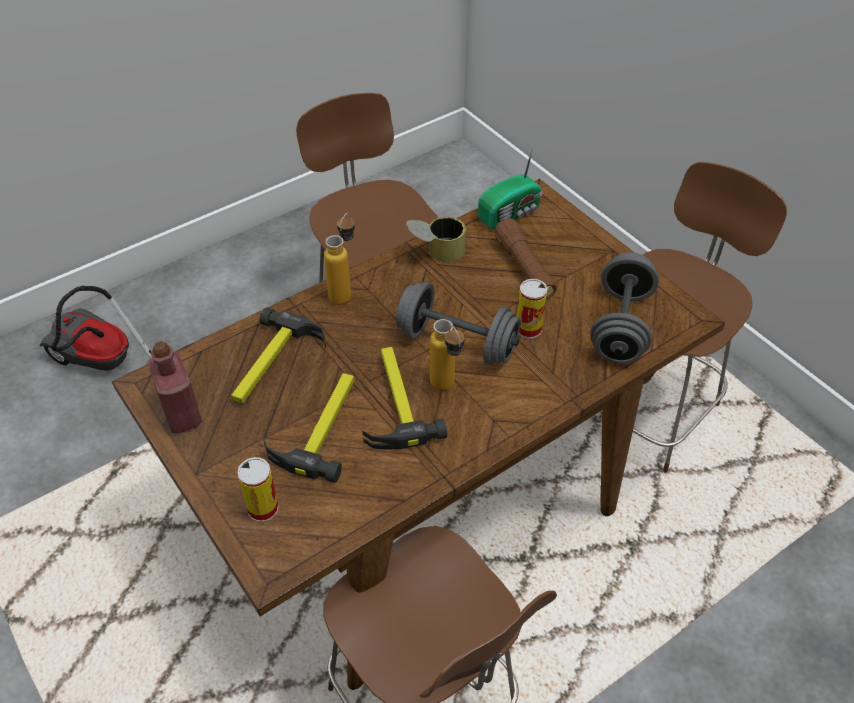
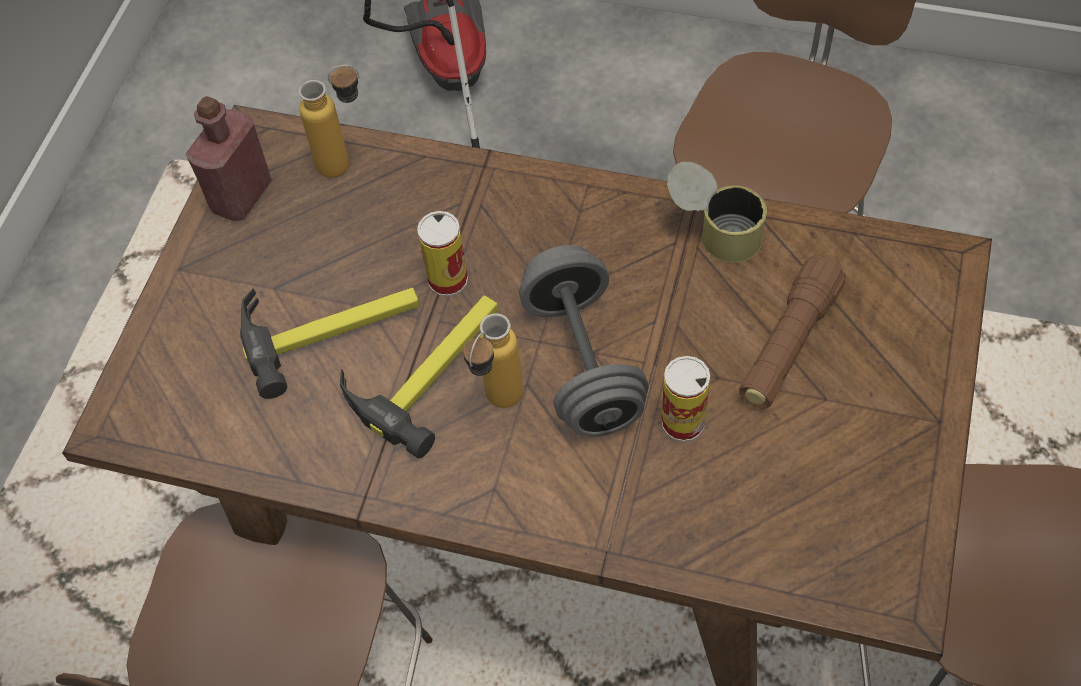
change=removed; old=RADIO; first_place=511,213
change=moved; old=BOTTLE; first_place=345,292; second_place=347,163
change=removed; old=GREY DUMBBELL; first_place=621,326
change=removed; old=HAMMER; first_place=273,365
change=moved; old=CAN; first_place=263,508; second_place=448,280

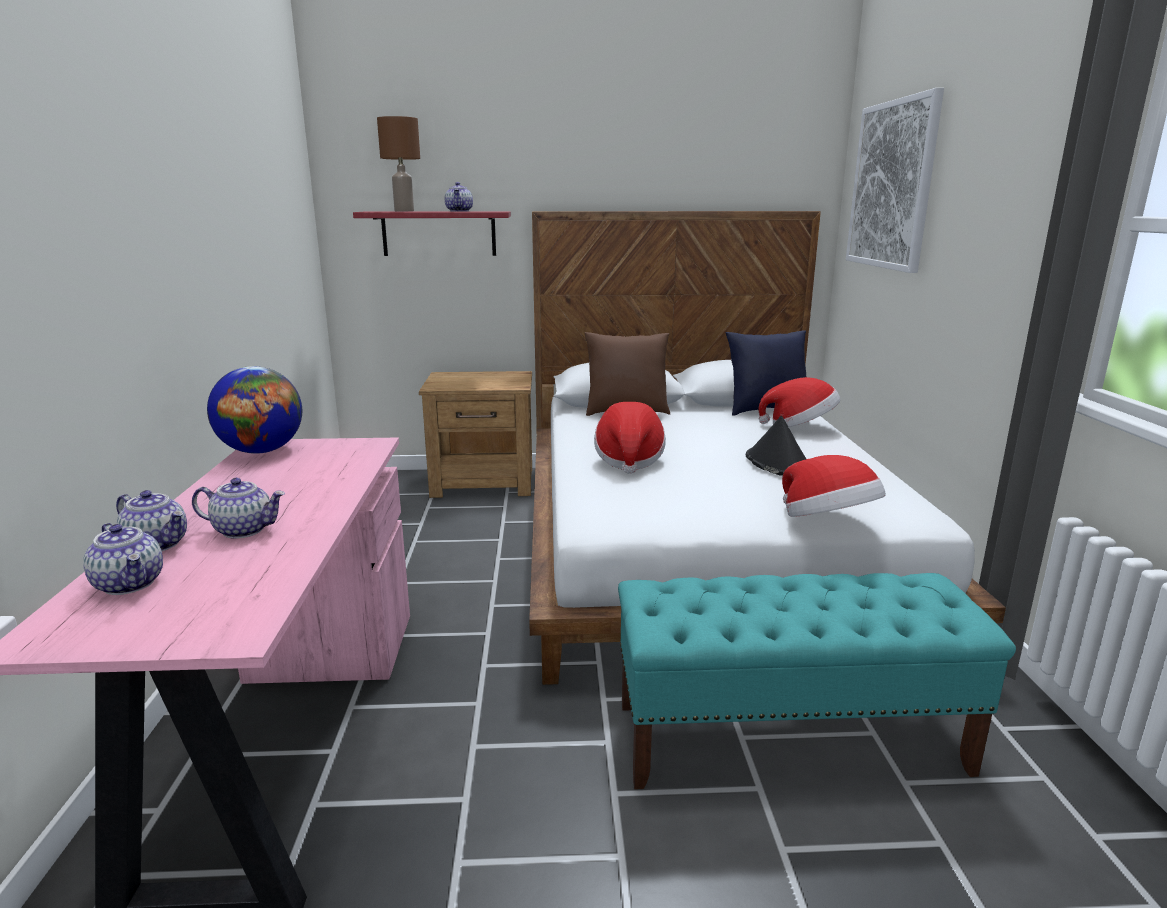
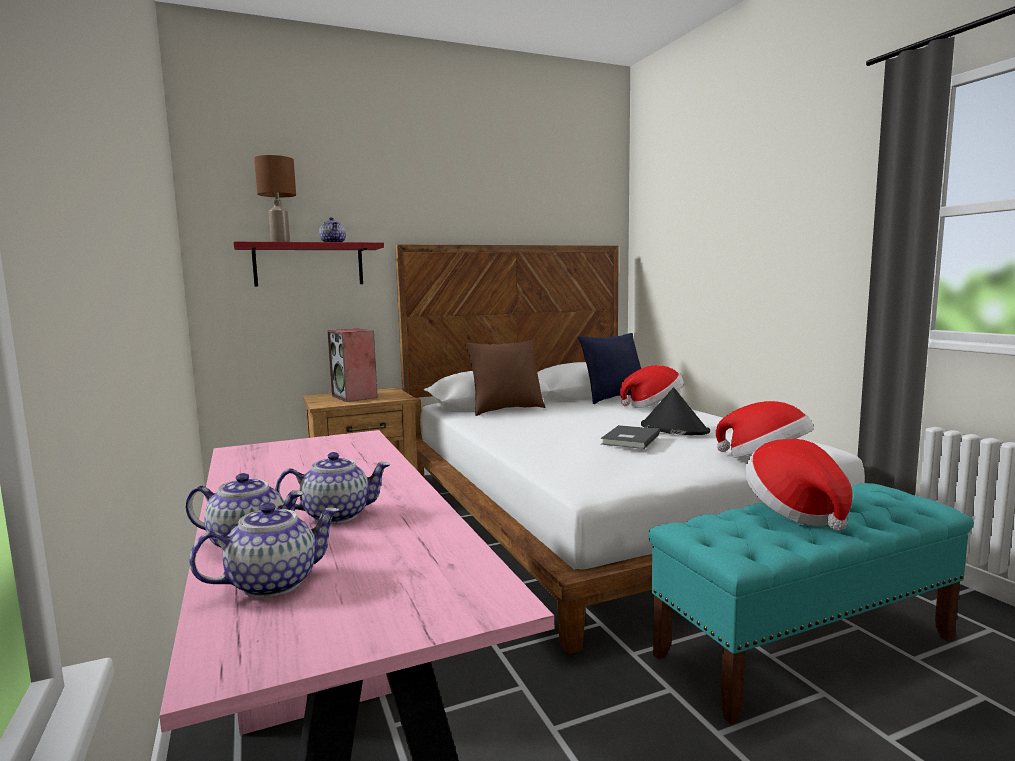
change=removed; old=PICTURE; first_place=892,185
change=removed; old=GLOBE; first_place=262,451
change=moved; old=HAT; first_place=629,459; second_place=795,512
change=turned; old=TEAPOT; first_place=130,584; second_place=273,583; degrees=-60
change=added; new=SPEAKER; second_place=355,397
change=added; new=GREY BOOK; second_place=628,439

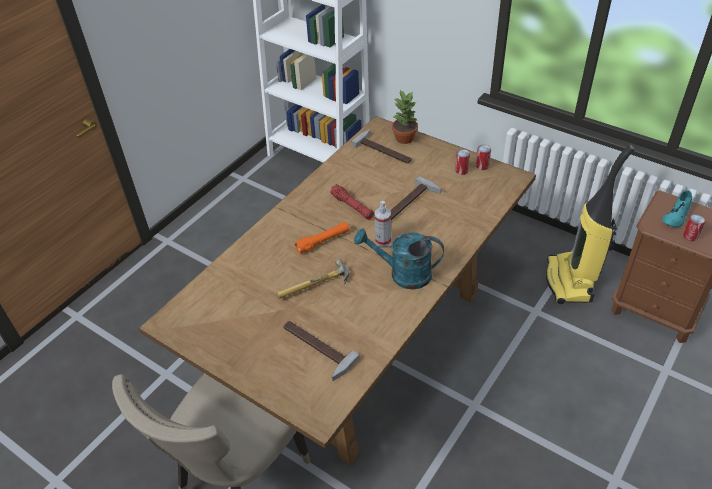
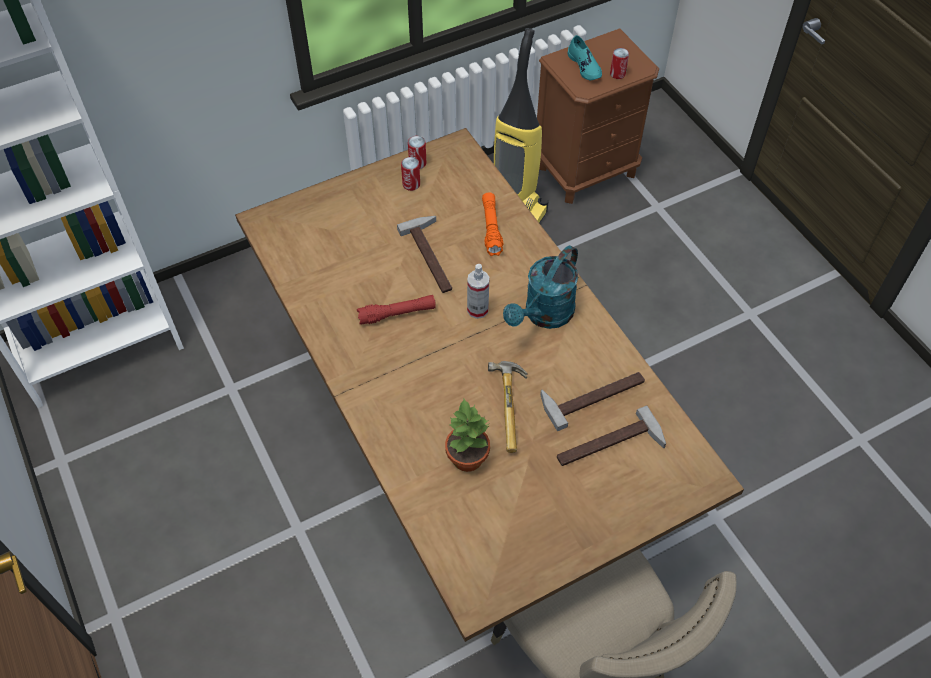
change=moved; old=POTTED PLANT; first_place=405,138; second_place=466,457
change=moved; old=HAMMER; first_place=385,149; second_place=593,394
change=moved; old=ORANGE FLASHLIGHT; first_place=323,241; second_place=491,228

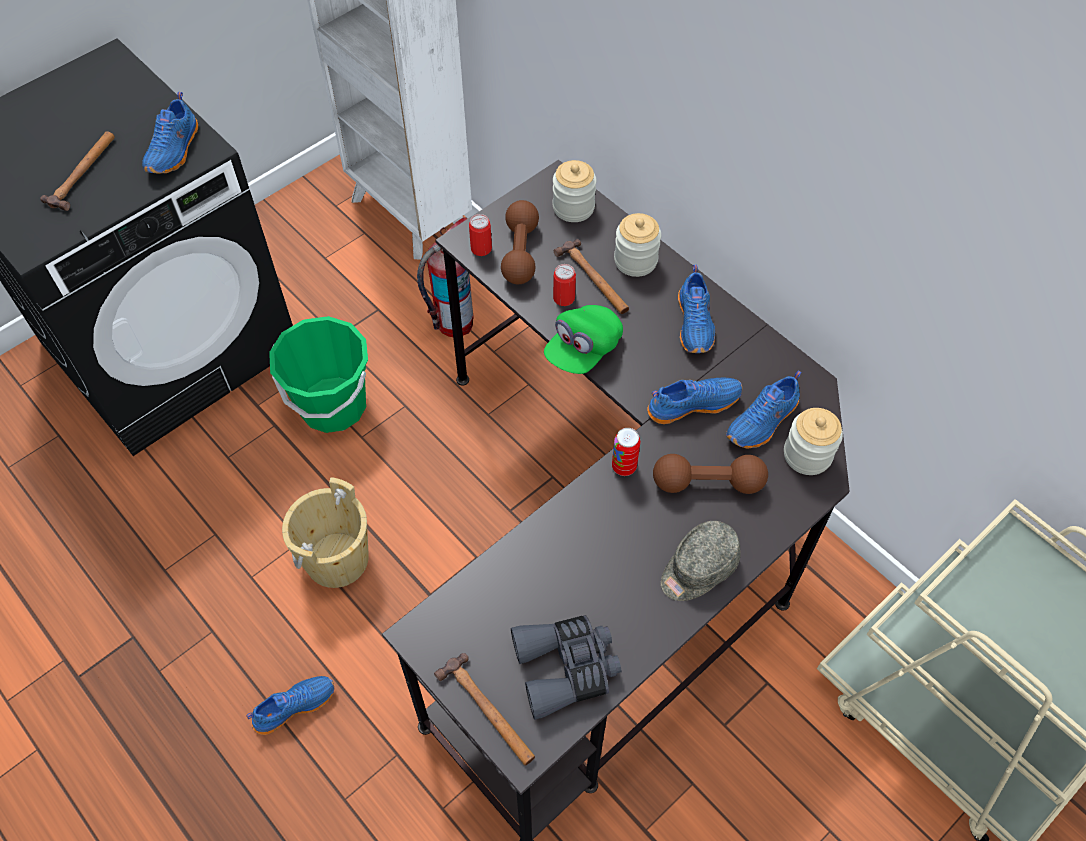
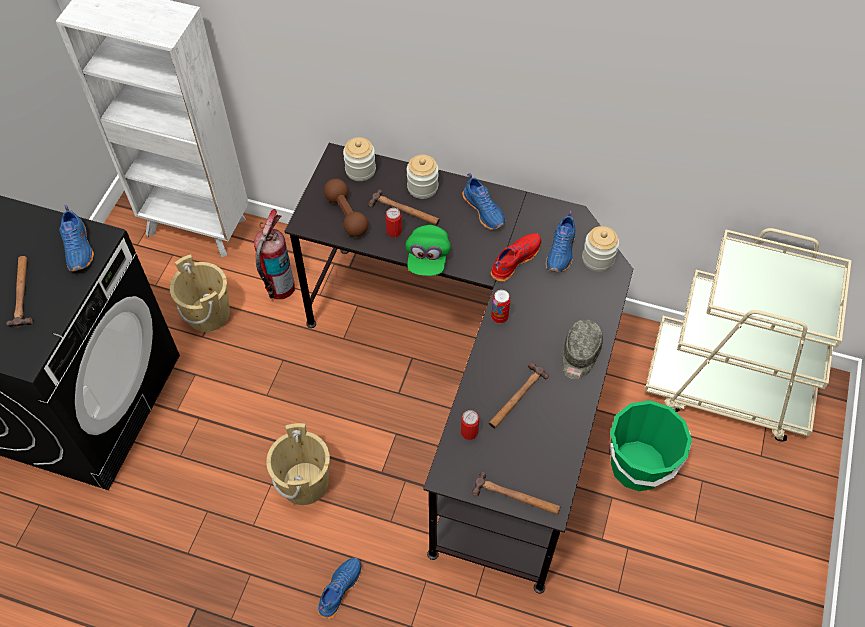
change=moved; old=CAN; first_place=481,248; second_place=469,432
change=moved; old=GREEN BUCKET; first_place=333,405; second_place=638,466
change=recoloured; old=BLUE SHOE; new=RED SHOE; first_place=692,403; second_place=514,260
change=removed; old=BROWN DUMBBELL; first_place=707,483
change=removed; old=GREY BINOCULARS; first_place=566,667
change=added; new=BEIGE BUCKET; second_place=208,313
change=added; new=HAMMER; second_place=516,397

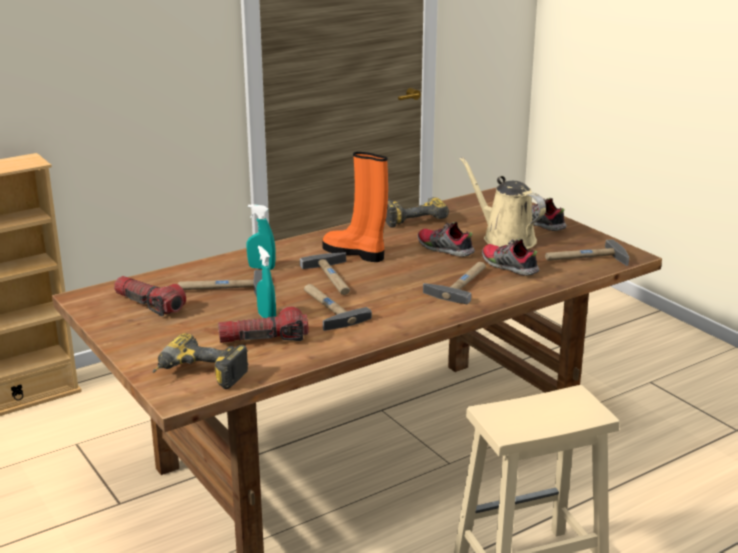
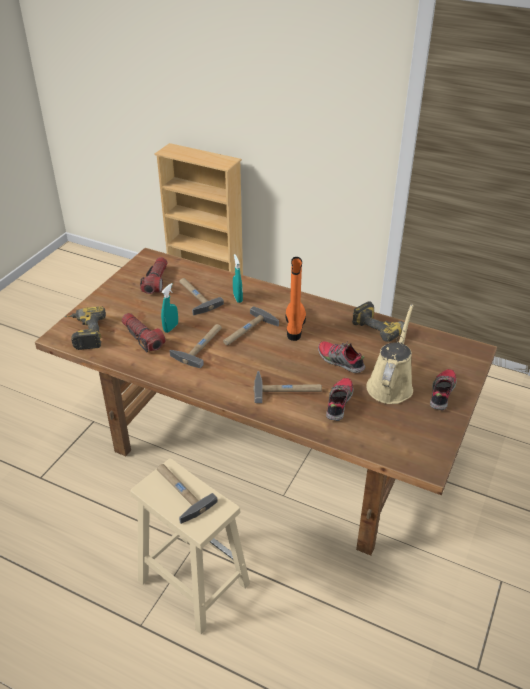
change=turned; old=SHOE; first_place=444,249; second_place=340,361; degrees=-60
change=moved; old=HAMMER; first_place=585,259; second_place=179,492

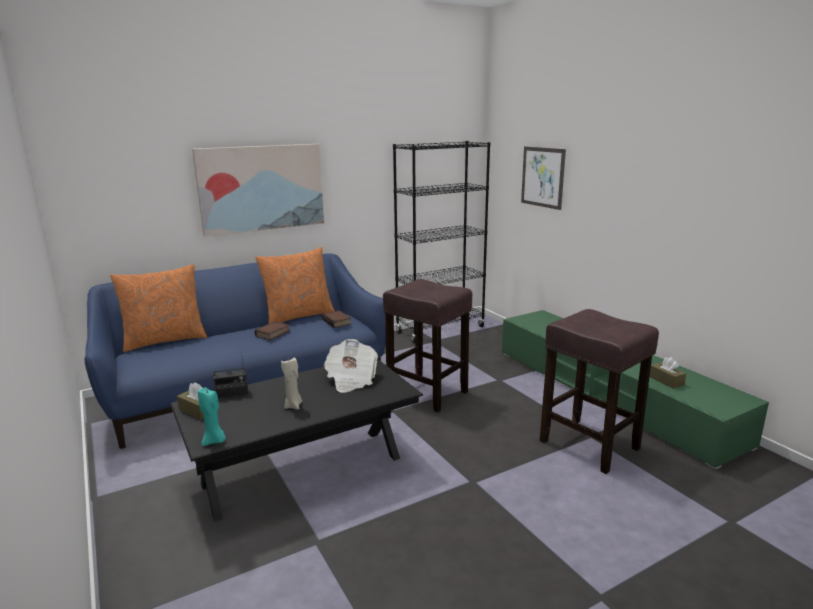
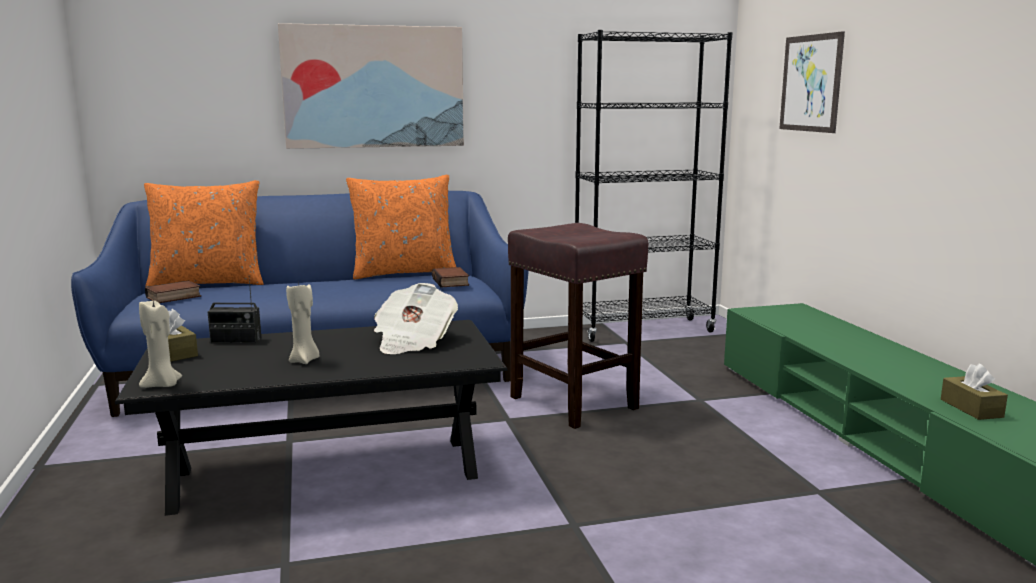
change=removed; old=BROWN STOOL; first_place=590,445
change=moved; old=BOOK; first_place=273,334; second_place=173,297
change=recoloured; old=TURQUOISE CANDLE; new=BEIGE CANDLE; first_place=214,441; second_place=163,385

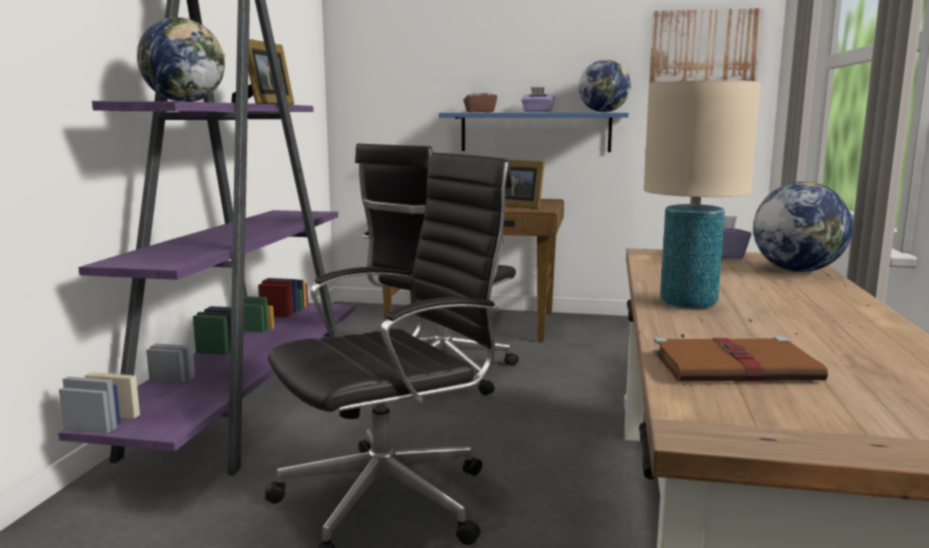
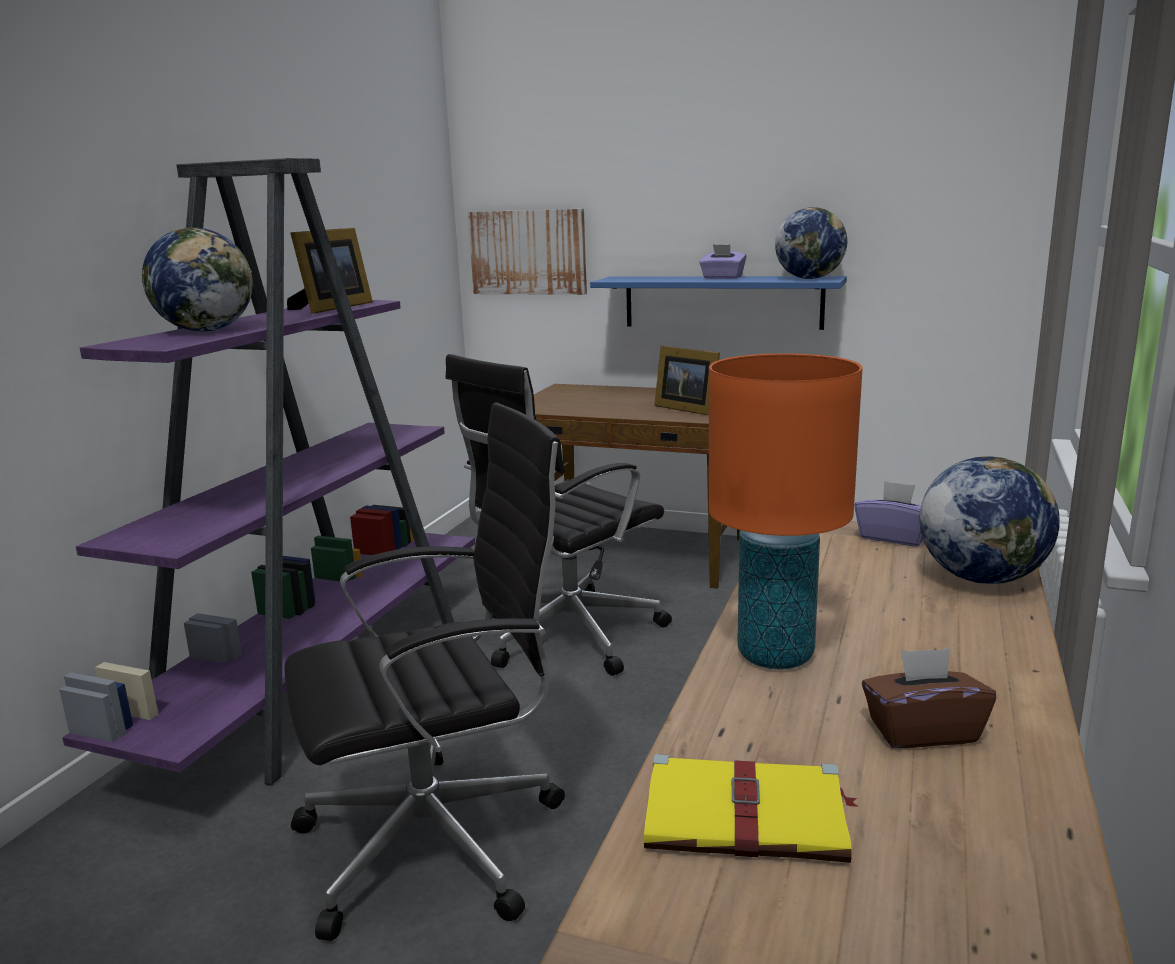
change=moved; old=PICTURE; first_place=704,46; second_place=528,252
change=recoloured; old=BEIGE TABLE LAMP; new=ORANGE TABLE LAMP; first_place=687,303; second_place=774,654
change=moved; old=BROWN TISSUE BOX; first_place=479,112; second_place=922,731
change=recoloured; old=BROWN BOOK; new=YELLOW BOOK; first_place=737,367; second_place=749,816

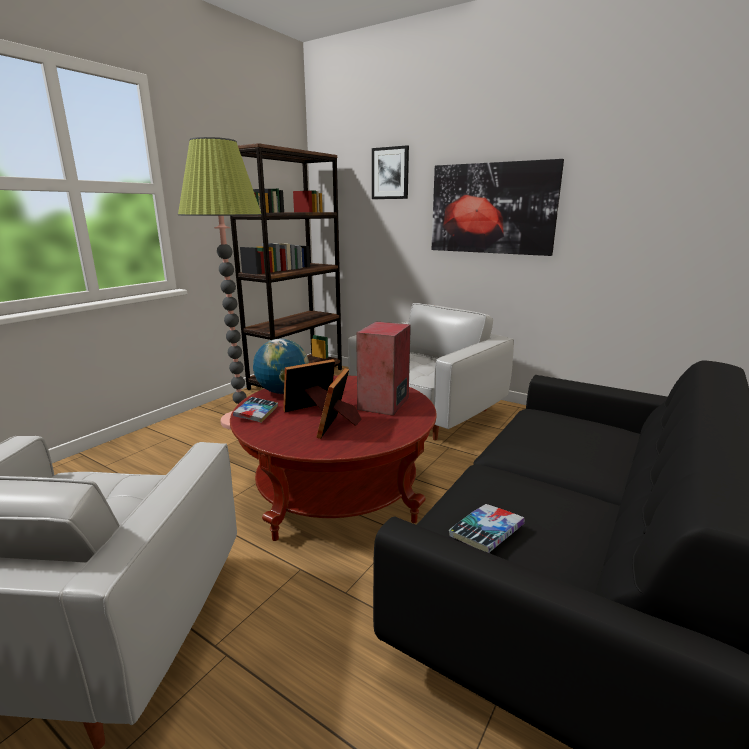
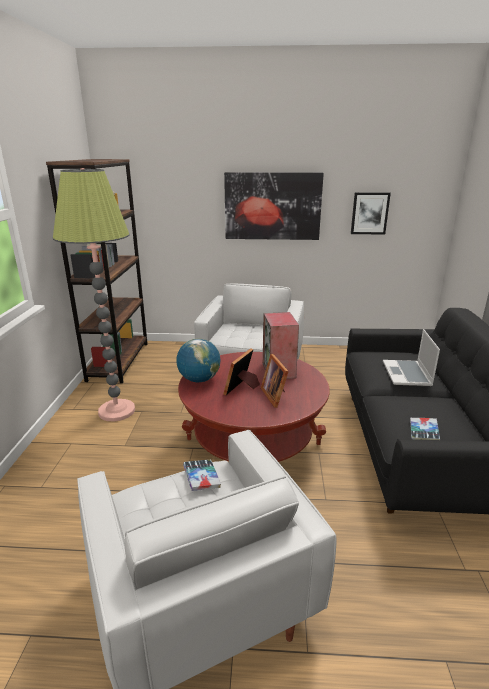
change=moved; old=PICTURE; first_place=390,173; second_place=369,213
change=moved; old=BOOK; first_place=256,413; second_place=201,478
change=added; new=LAPTOP; second_place=407,374

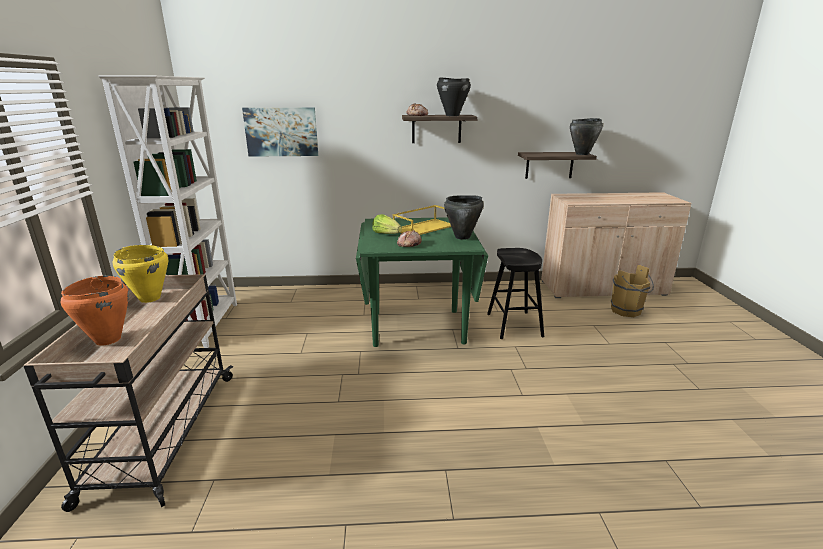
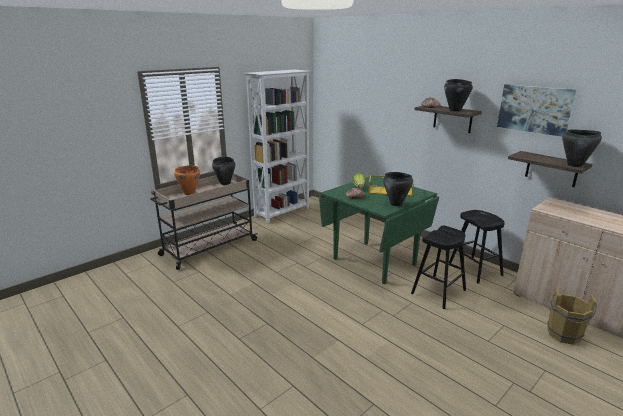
change=moved; old=PICTURE; first_place=281,132; second_place=534,109
change=recoloured; old=YELLOW COOKING POT; new=BLACK COOKING POT; first_place=150,298; second_place=225,183
change=added; new=BLACK STOOL; second_place=474,269

